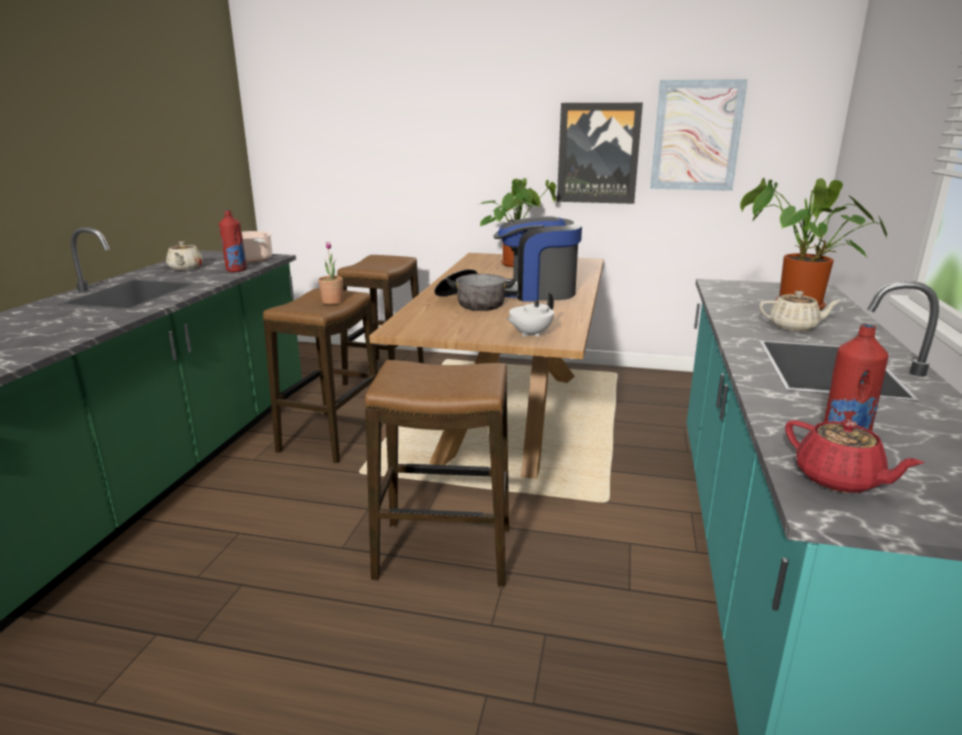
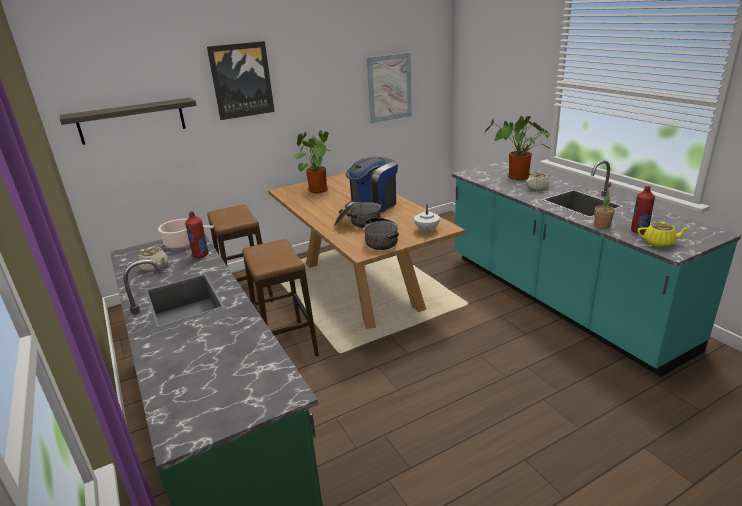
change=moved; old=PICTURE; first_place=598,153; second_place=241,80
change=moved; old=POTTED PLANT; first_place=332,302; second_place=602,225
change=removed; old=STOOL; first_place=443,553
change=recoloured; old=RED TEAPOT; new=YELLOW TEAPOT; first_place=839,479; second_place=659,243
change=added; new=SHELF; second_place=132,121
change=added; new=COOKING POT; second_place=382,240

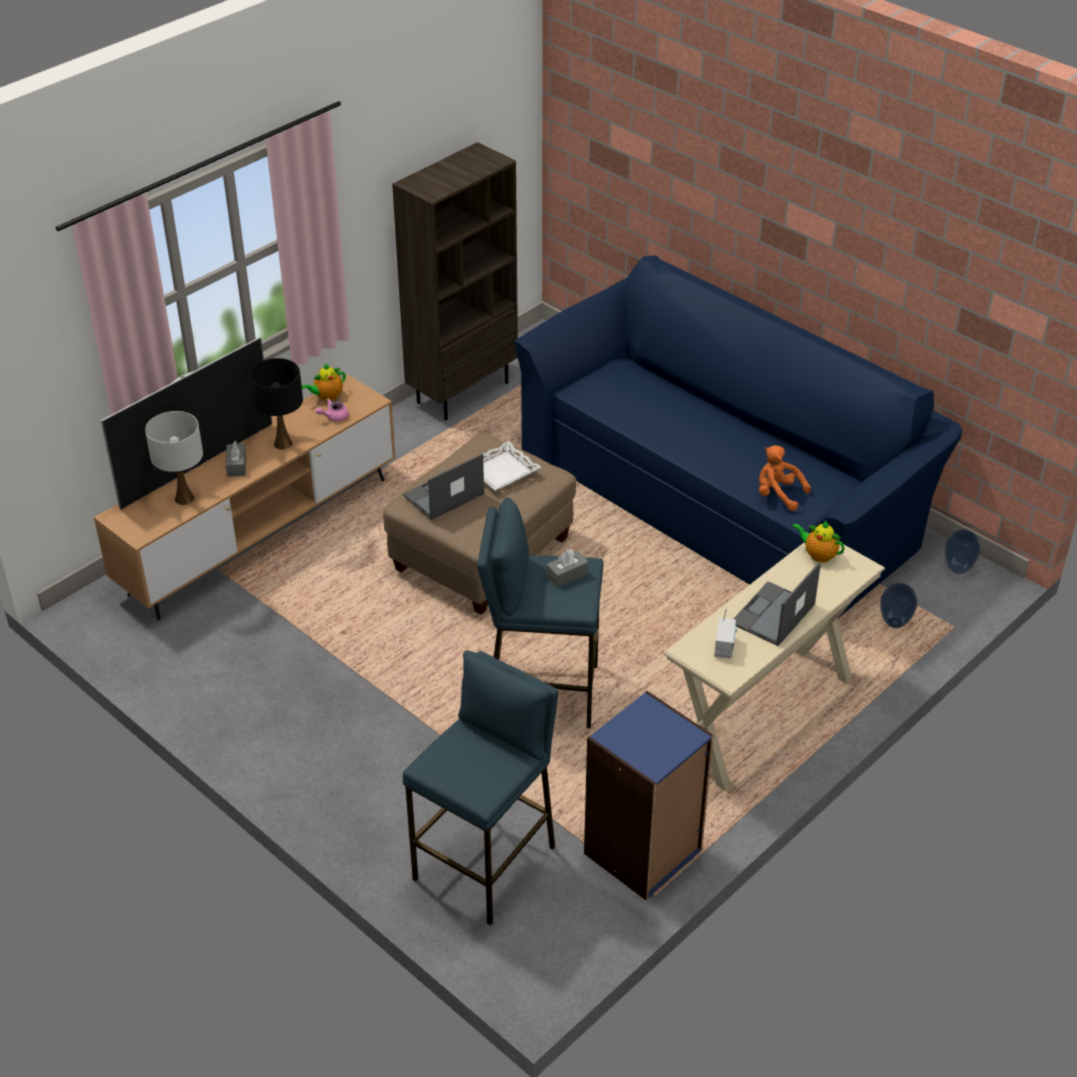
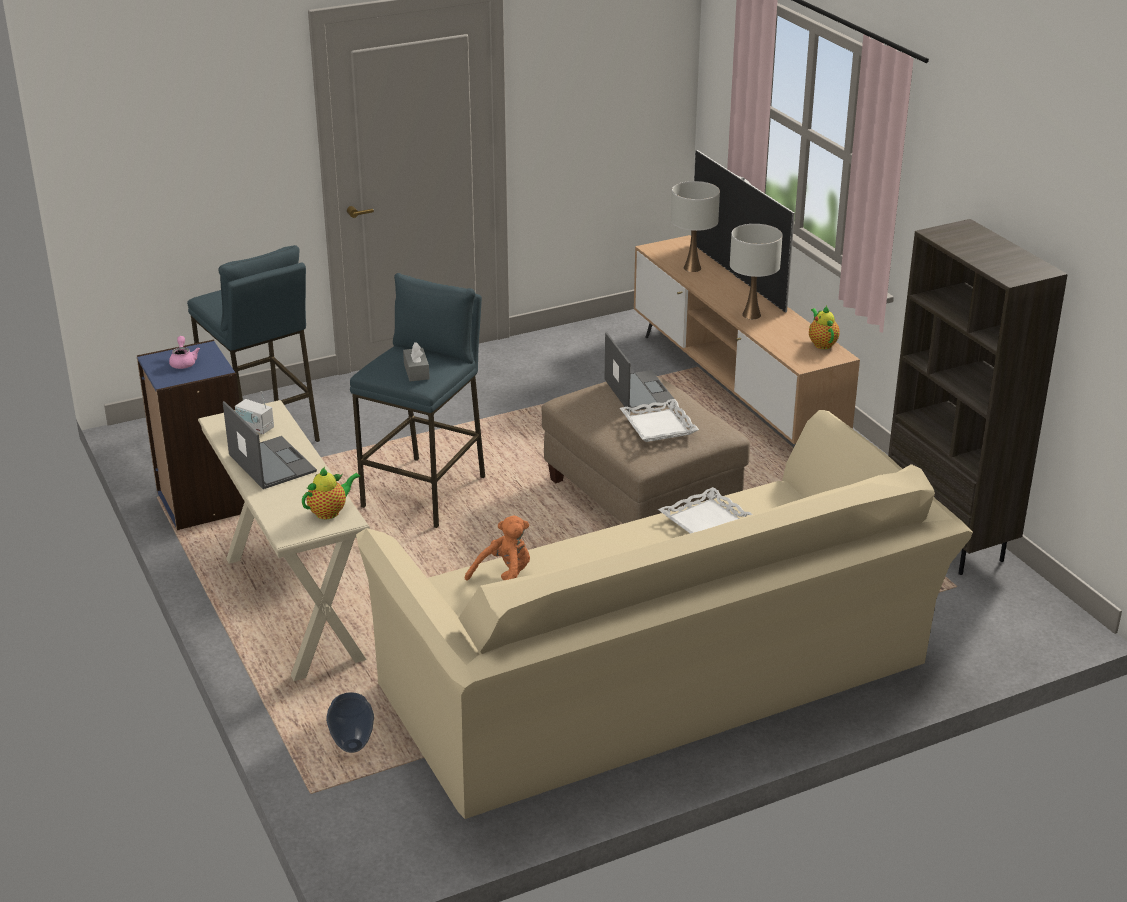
change=recoloured; old=BLUE SOFA; new=BEIGE SOFA; first_place=724,492; second_place=663,685
change=recoloured; old=BLACK TABLE LAMP; new=WHITE TABLE LAMP; first_place=283,443; second_place=751,315
change=moved; old=PINK TEAPOT; first_place=334,417; second_place=183,362
change=removed; old=GREY TISSUE BOX; first_place=236,465
change=removed; old=VASE; first_place=957,569
change=added; new=WHITE TRAY; second_place=706,521

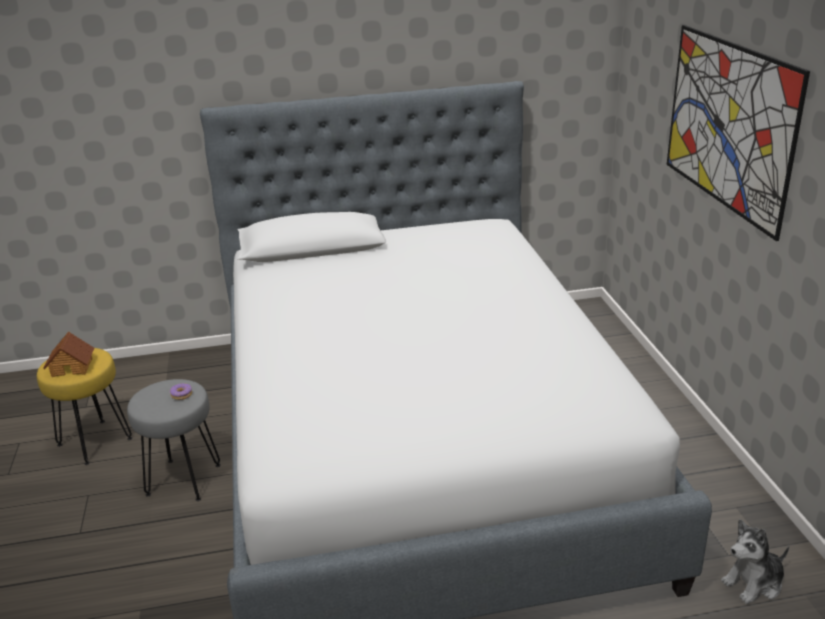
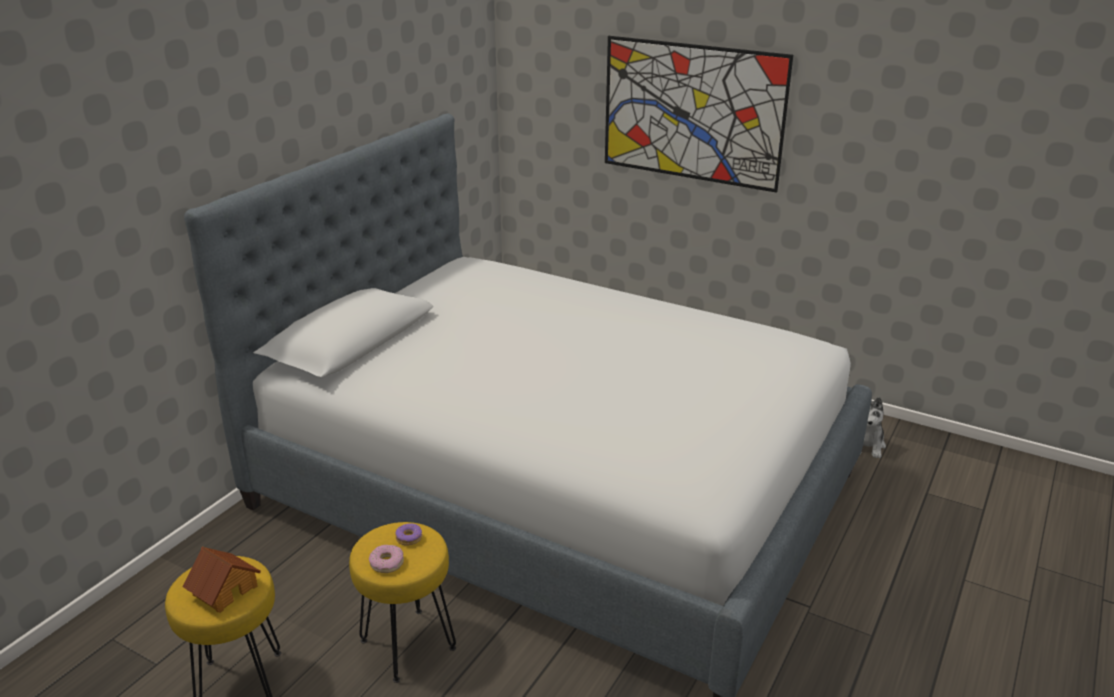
change=recoloured; old=GREY STOOL; new=YELLOW STOOL; first_place=183,479; second_place=406,644
change=added; new=DONUT; second_place=387,563

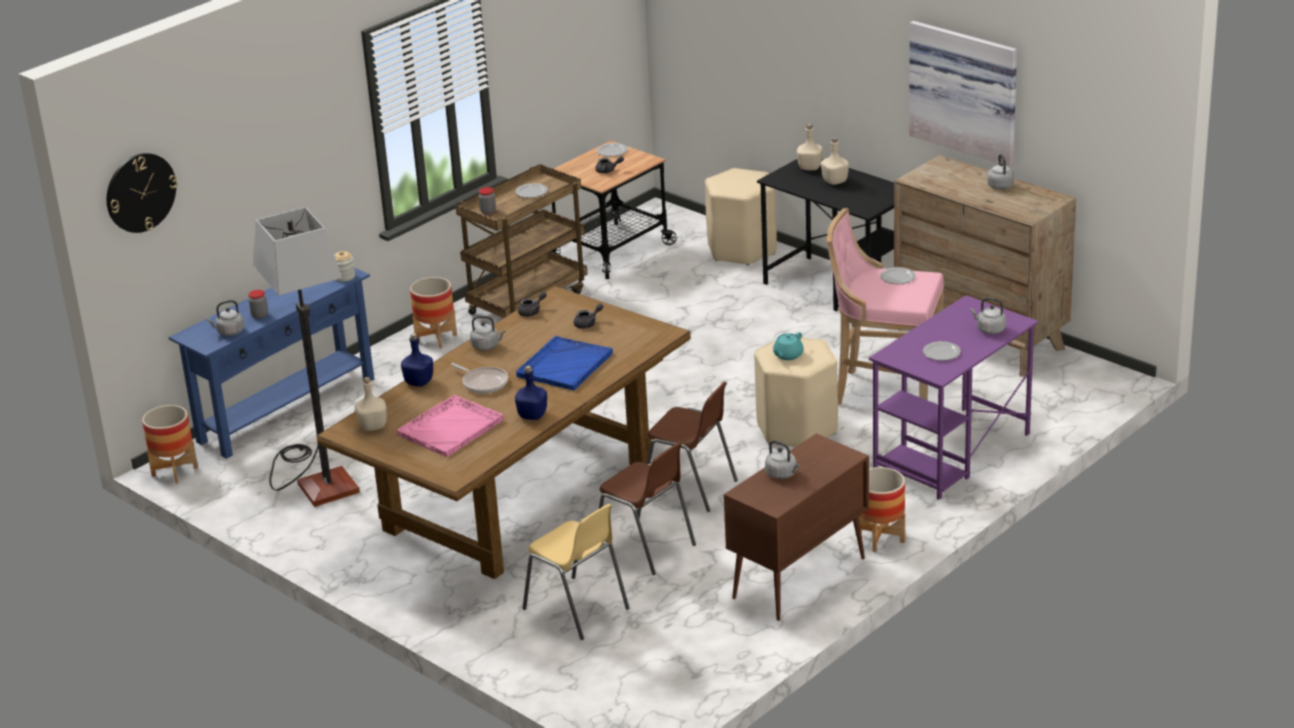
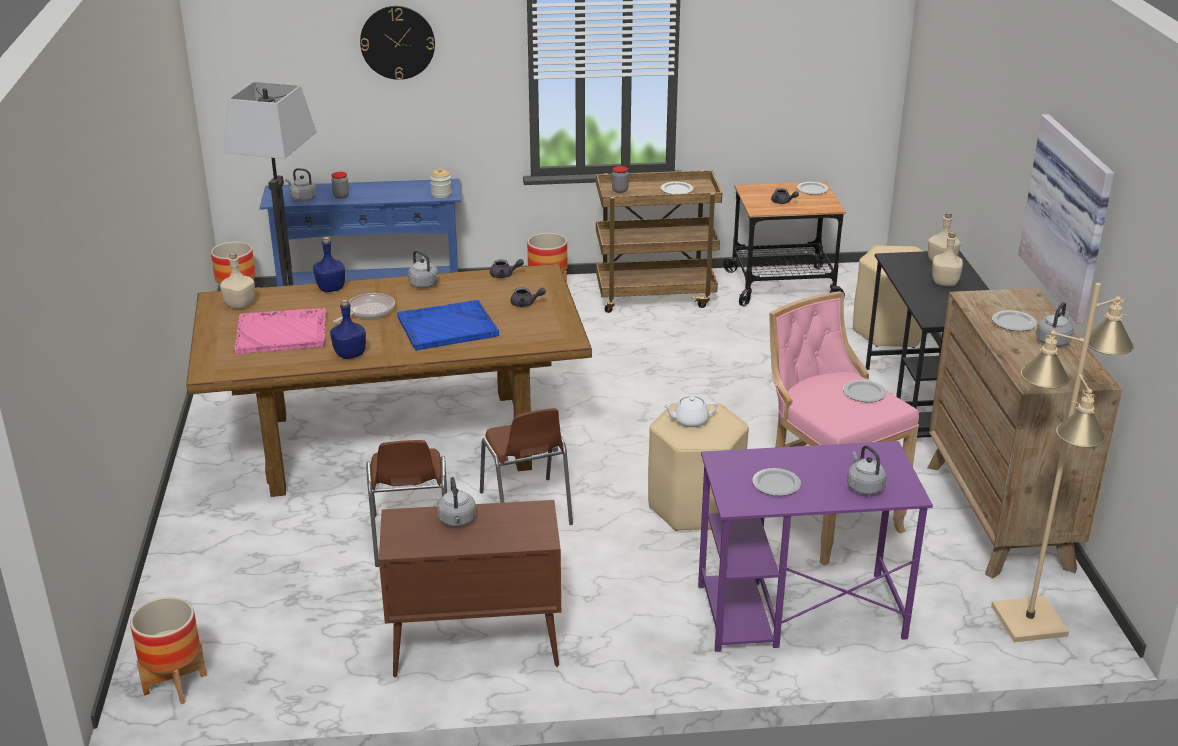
change=moved; old=WALL CLOCK; first_place=140,192; second_place=397,42
change=recoloured; old=TURQUOISE TEAPOT; new=WHITE TEAPOT; first_place=787,355; second_place=690,421
change=turned; old=FRYING PAN; first_place=483,383; second_place=368,311; degrees=-135
change=moved; old=PLANTER; first_place=880,538; second_place=175,684
change=removed; old=YELLOW CHAIR; first_place=577,609
change=added; new=BEIGE FLOOR LAMP; second_place=1030,621
change=added; new=PLATE; second_place=1013,322

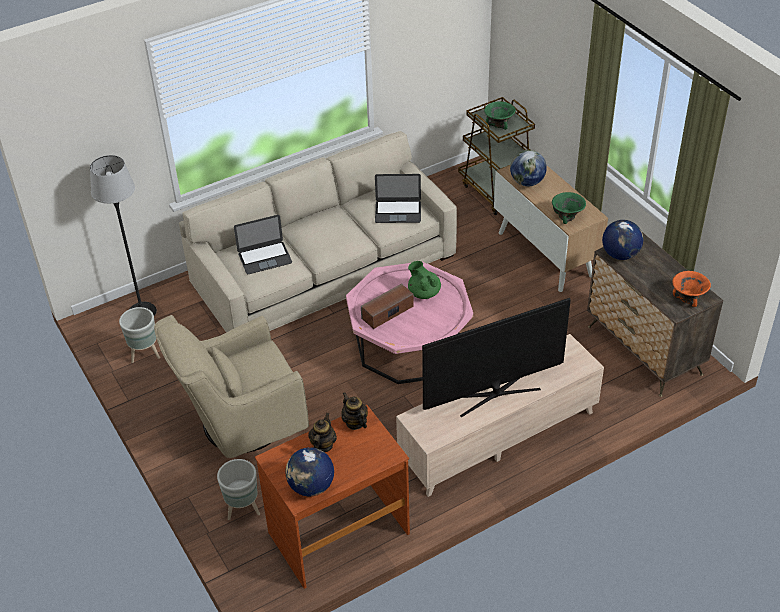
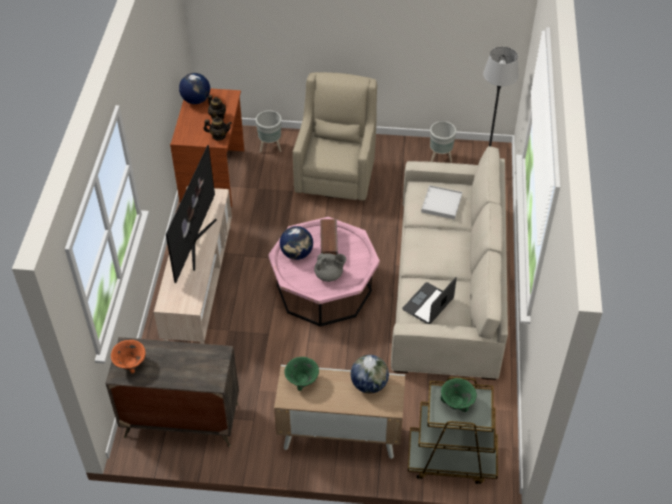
change=replaced; old=LAPTOP; new=WHITE TRAY; first_place=264,257; second_place=441,204
change=moved; old=GLOBE; first_place=620,254; second_place=297,254
change=recoloured; old=GREEN TEAPOT; new=GREY TEAPOT; first_place=424,292; second_place=329,275

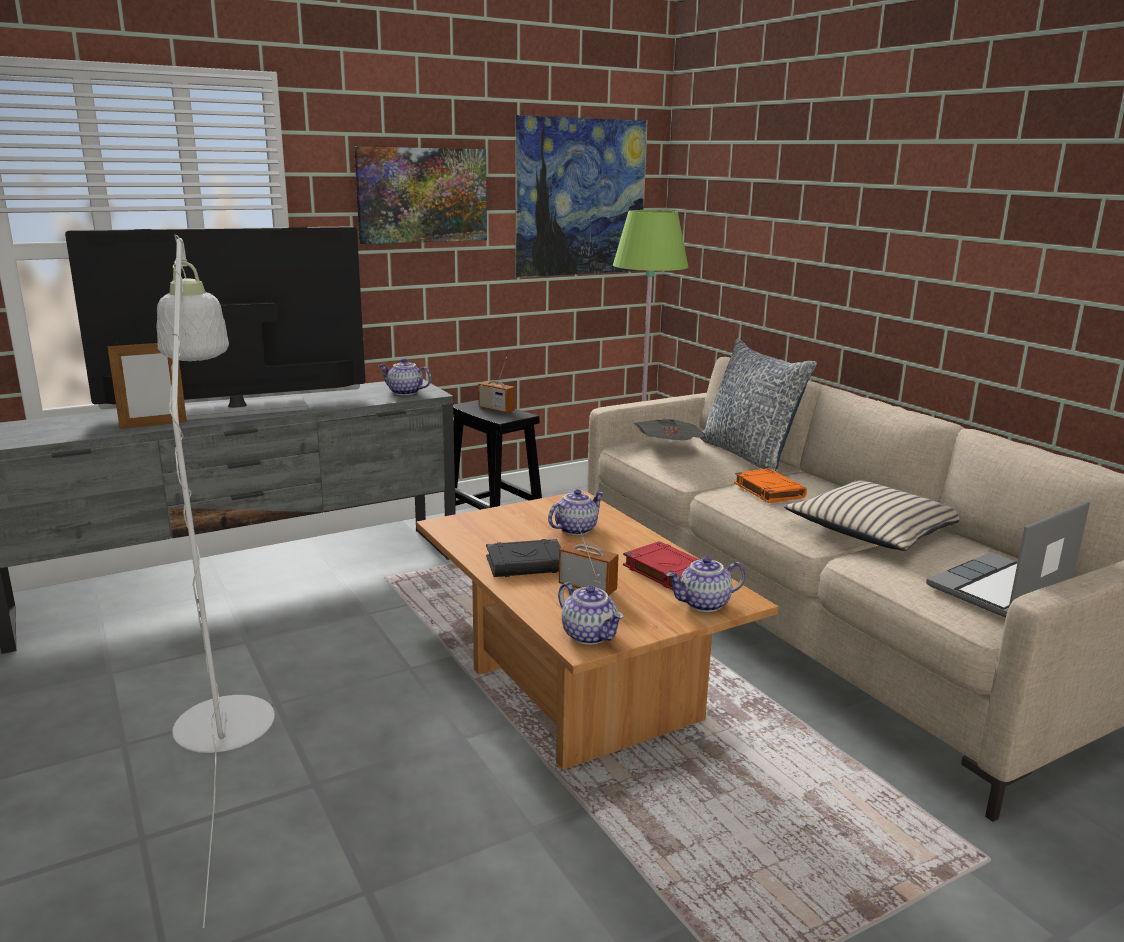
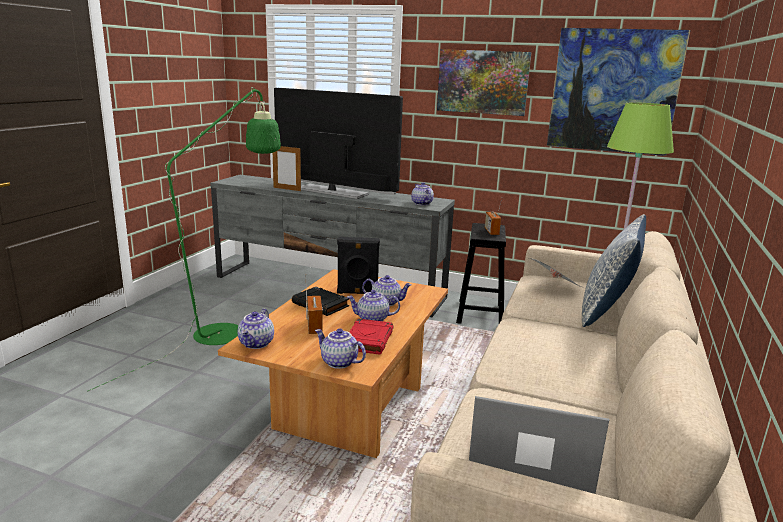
change=recoloured; old=WHITE FLOOR LAMP; new=GREEN FLOOR LAMP; first_place=224,708; second_place=229,329
change=removed; old=ORANGE BOOK; first_place=768,490
change=removed; old=BEIGE PILLOW; first_place=874,530
change=added; new=BLACK SPEAKER; second_place=357,293
change=added; new=TEAPOT; second_place=372,319

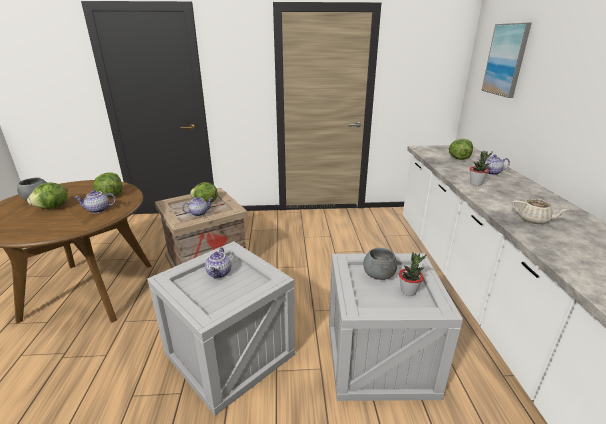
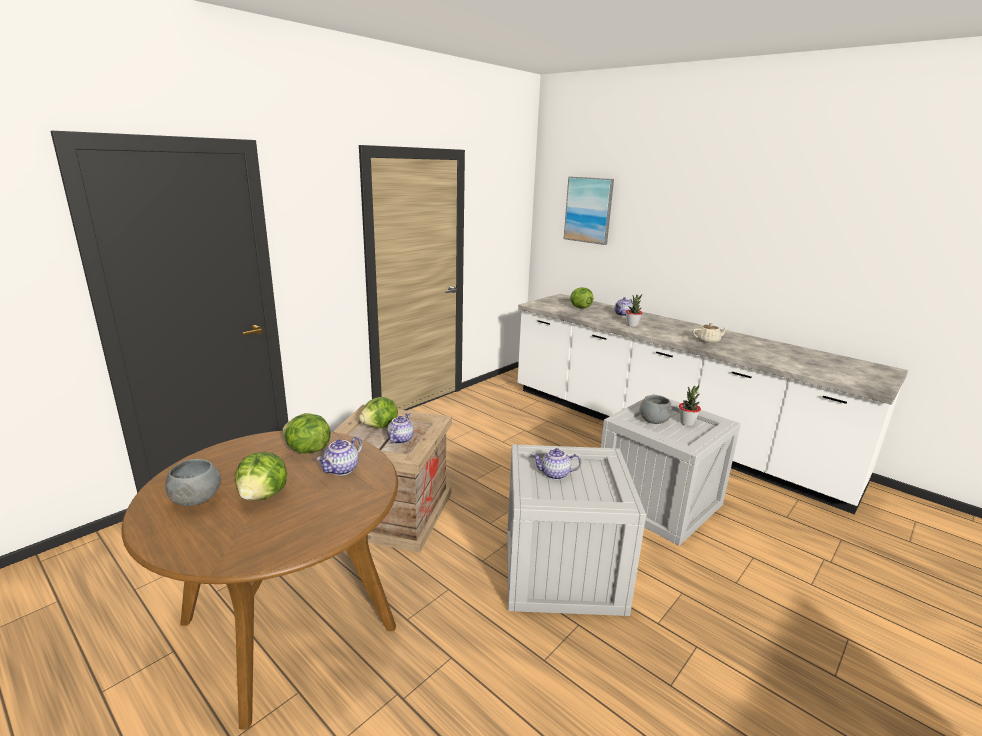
change=turned; old=TEAPOT; first_place=220,273; second_place=554,475; degrees=135

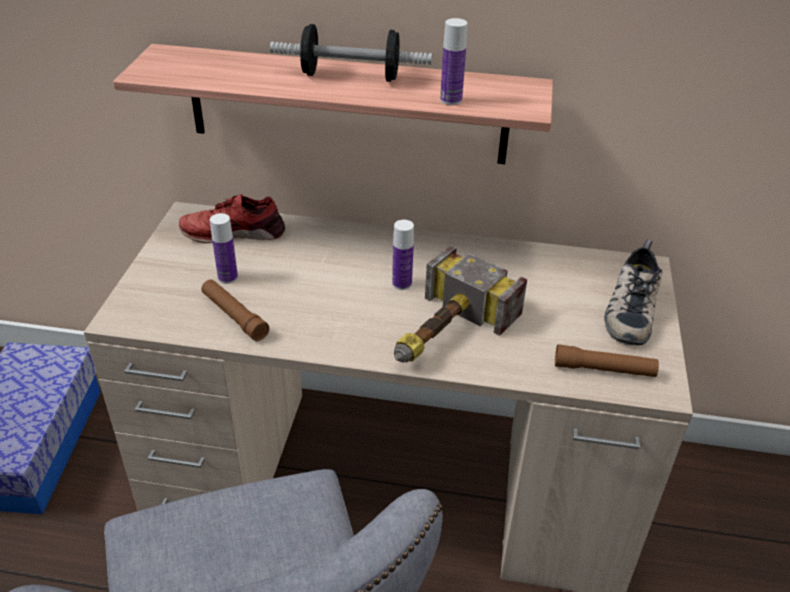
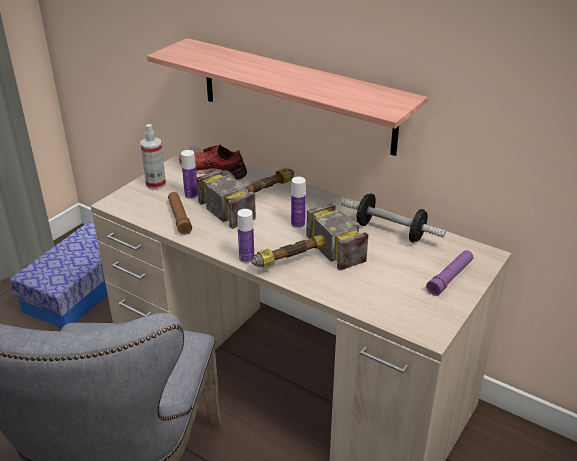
change=moved; old=BOTTLE; first_place=451,100; second_place=246,258
change=moved; old=DUMBBELL; first_place=351,76; second_place=390,231
change=replaced; old=SHOE; new=PURPLE FLASHLIGHT; first_place=629,308; second_place=450,277
change=removed; old=BROWN FLASHLIGHT; first_place=604,369
change=added; new=SPRAY BOTTLE; second_place=156,184
change=added; new=HAMMER; second_place=255,199

